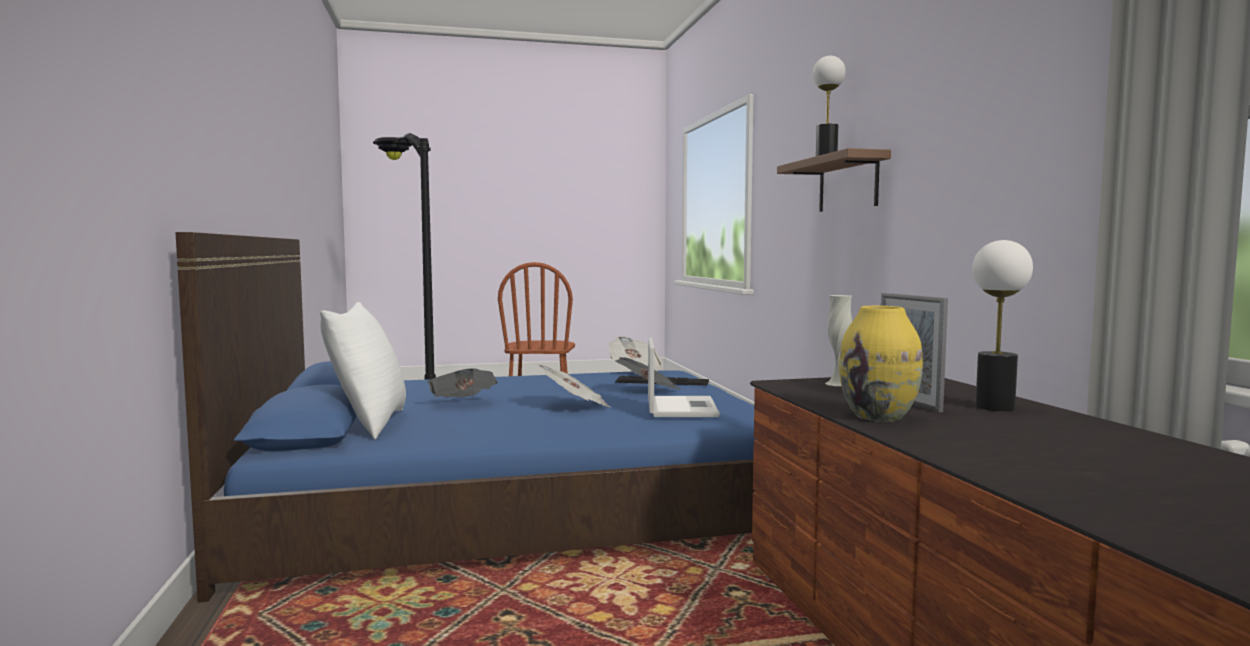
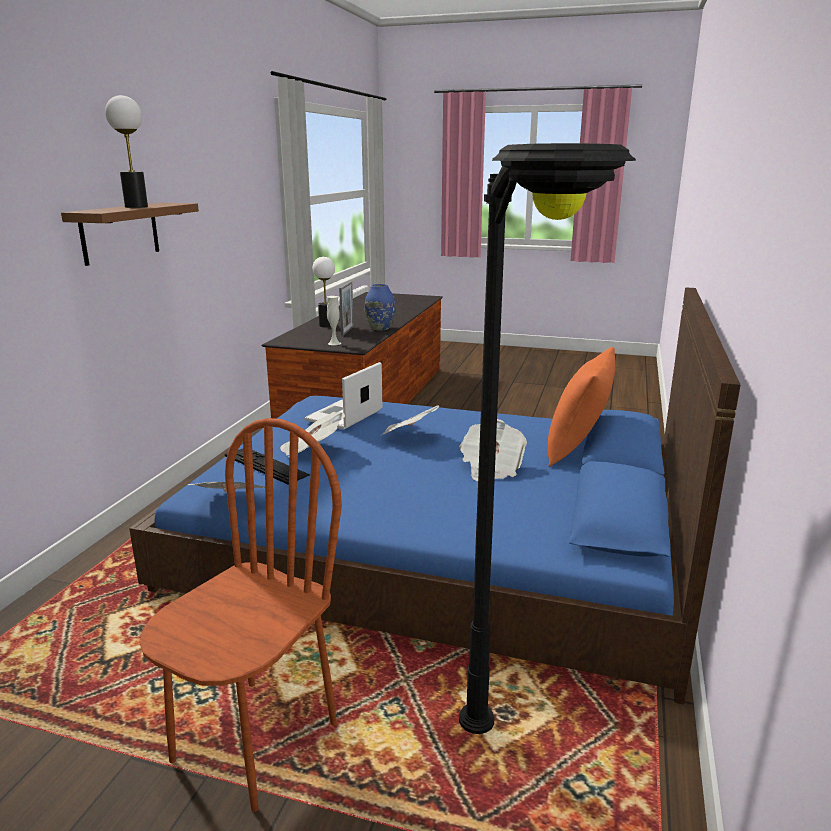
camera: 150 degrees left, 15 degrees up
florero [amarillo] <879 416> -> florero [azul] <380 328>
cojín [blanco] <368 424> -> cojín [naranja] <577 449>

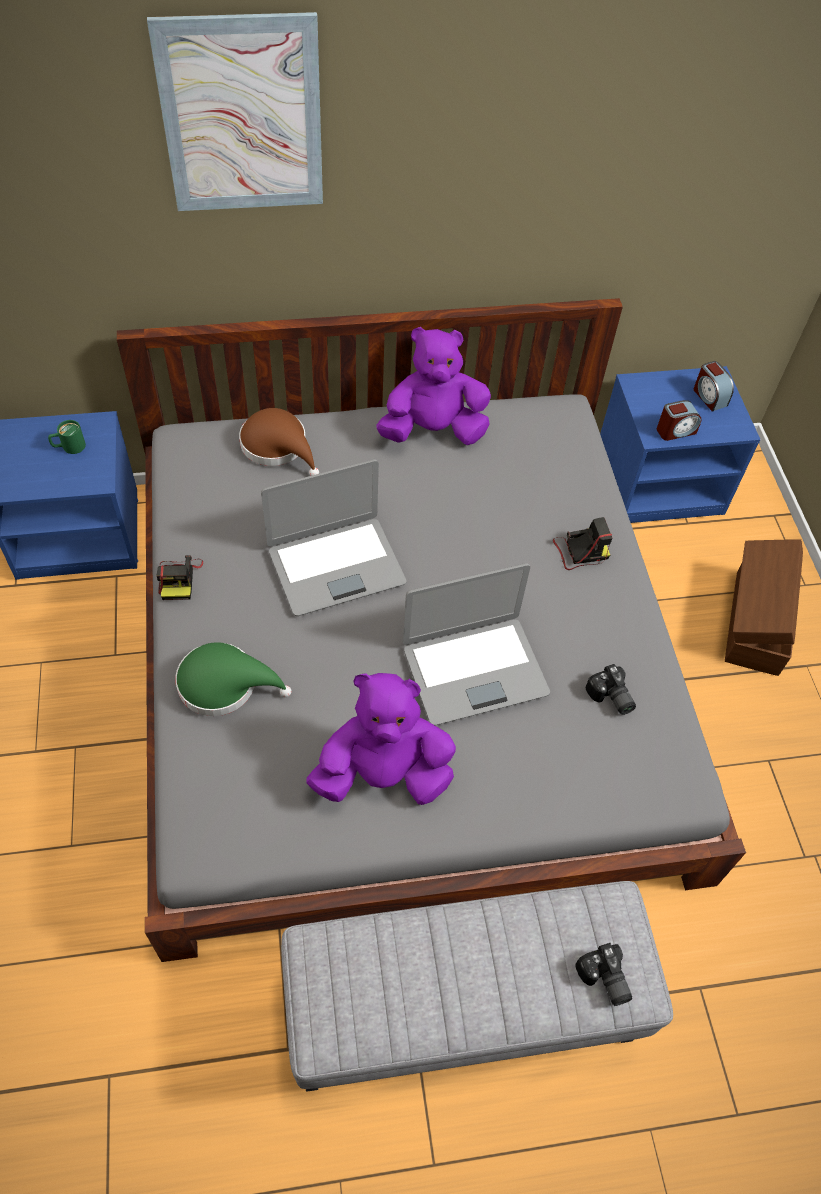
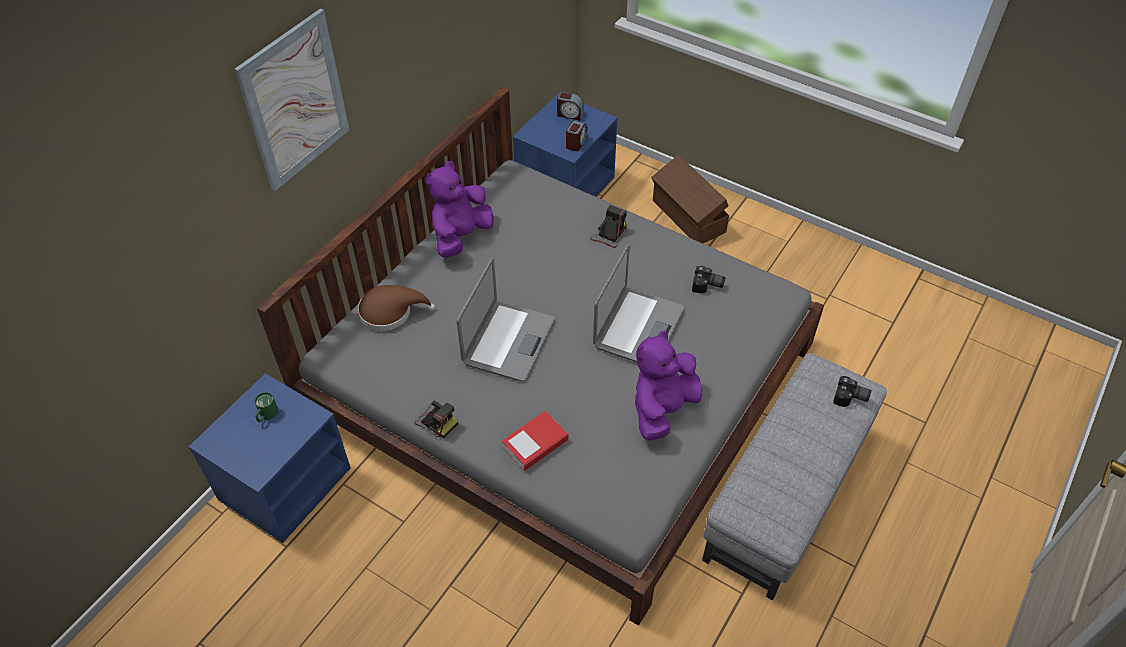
camera: 45 degrees left, 5 degrees down
sombrero [verde] <224 684> -> libro <535 444>

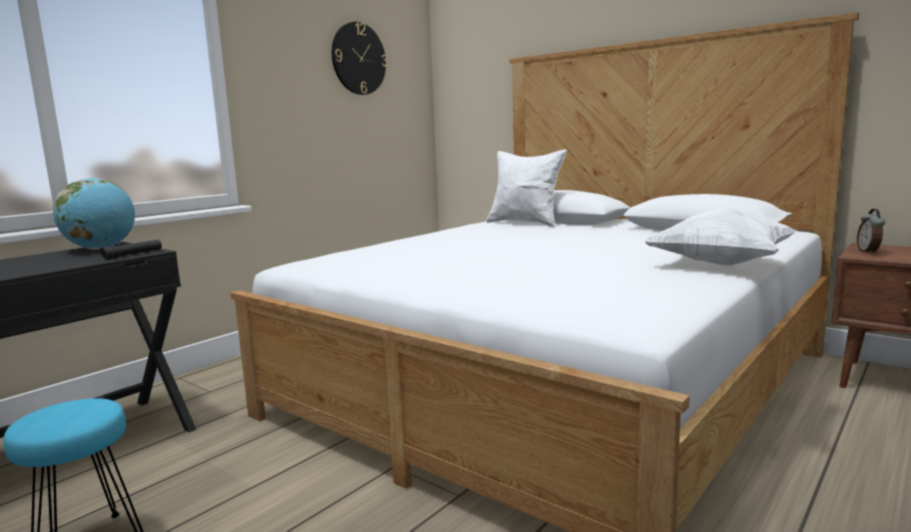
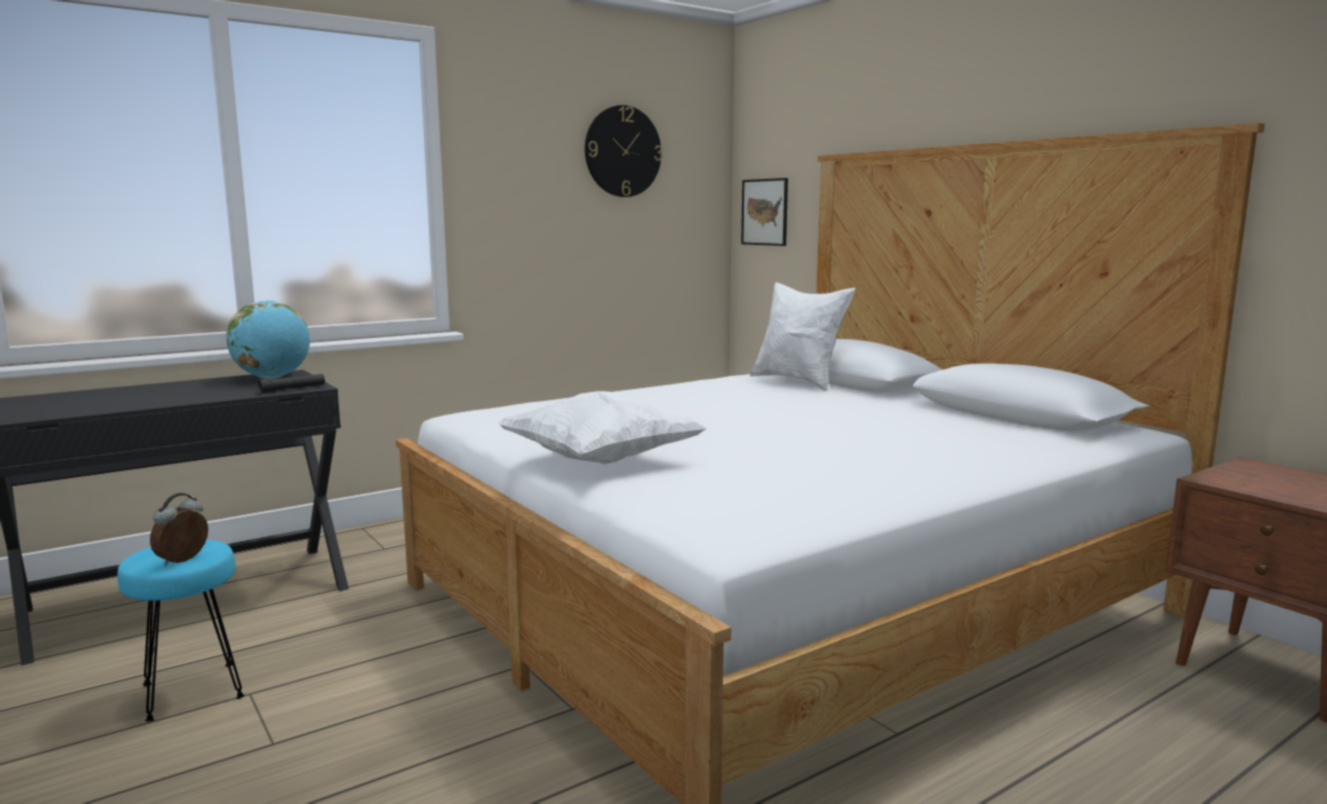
camera: 15 degrees right, 0 degrees up
despertador <869 252> -> despertador <184 560>, moved
cojín [blanco] <719 264> -> cojín [blanco] <601 460>, moved
none -> cuadro <764 212>

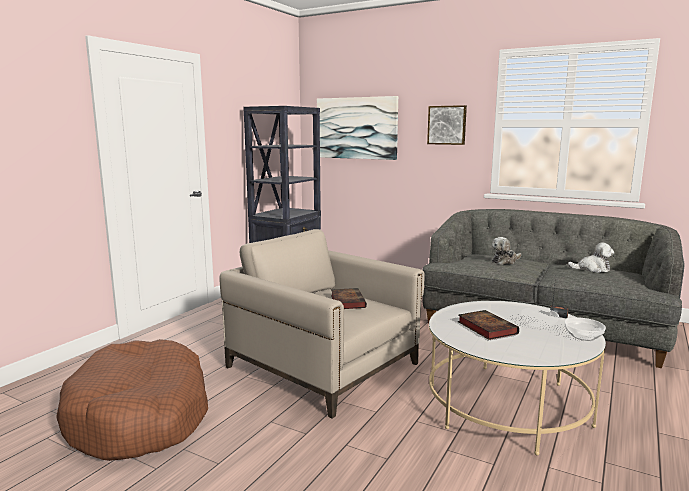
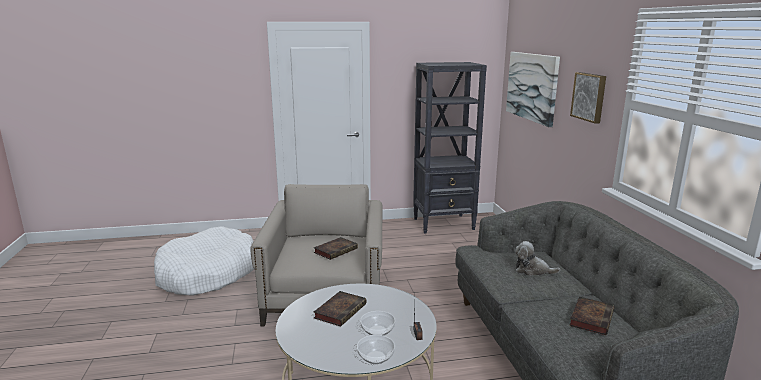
camera: 50 degrees right, 5 degrees up
cama para perro [marrón] <140 416> -> cama para perro [blanco] <207 274>
peluche <592 269> -> libro <591 318>

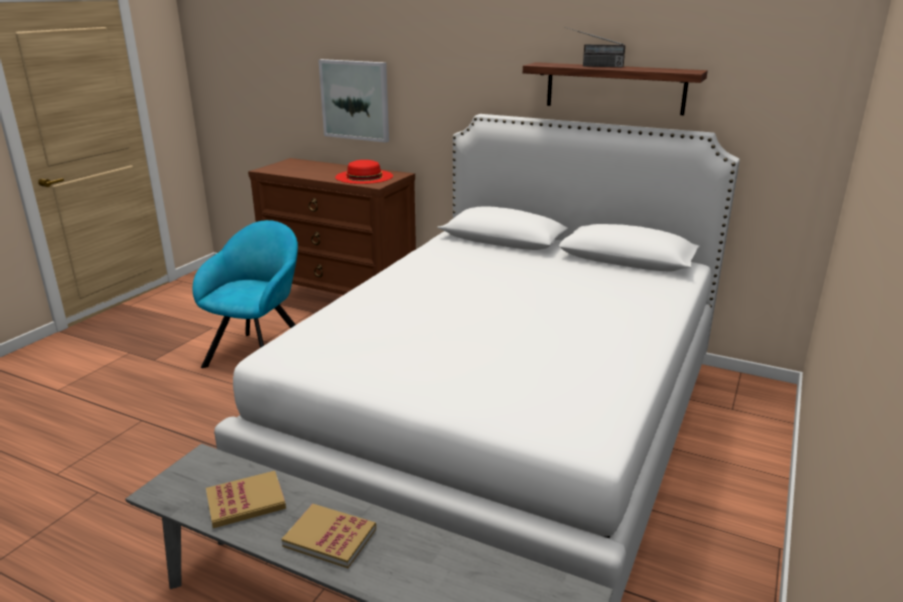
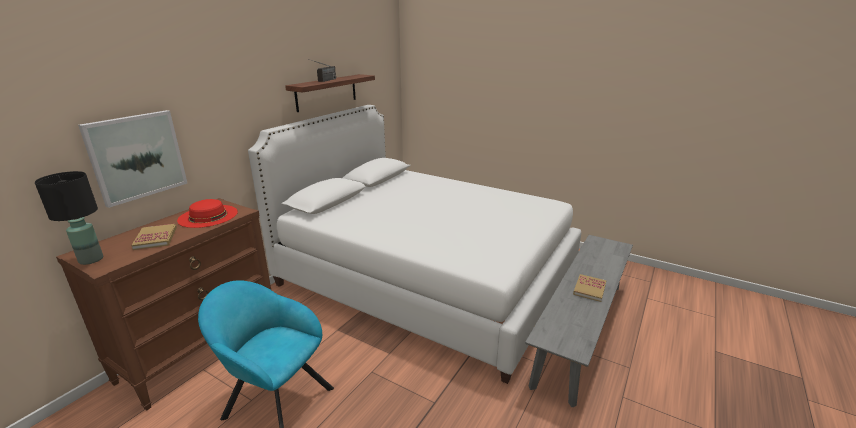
camera: 85 degrees left, 0 degrees up
none -> lámpara de mesa [negro] <91 259>
libro <246 502> -> libro <156 238>, moved

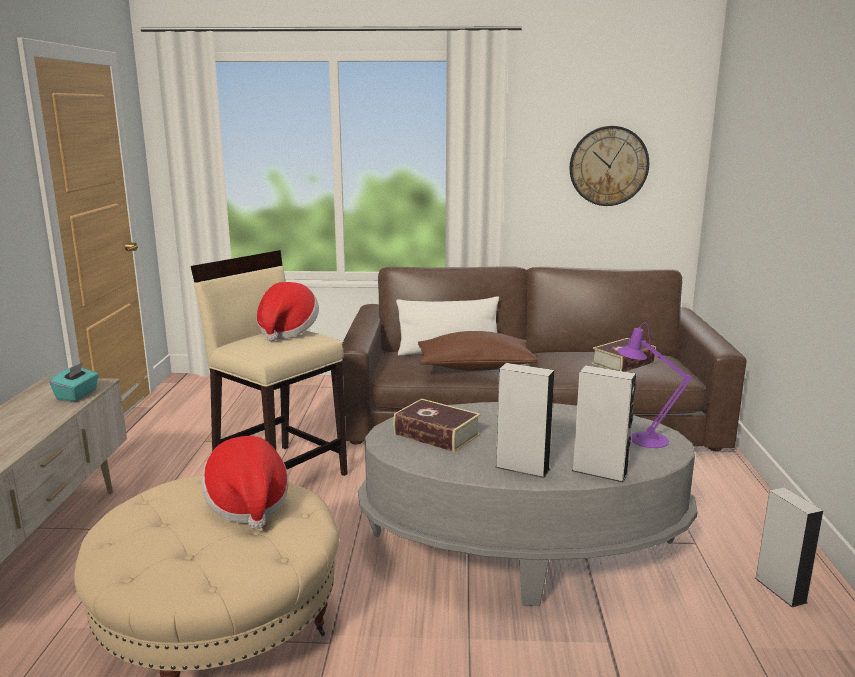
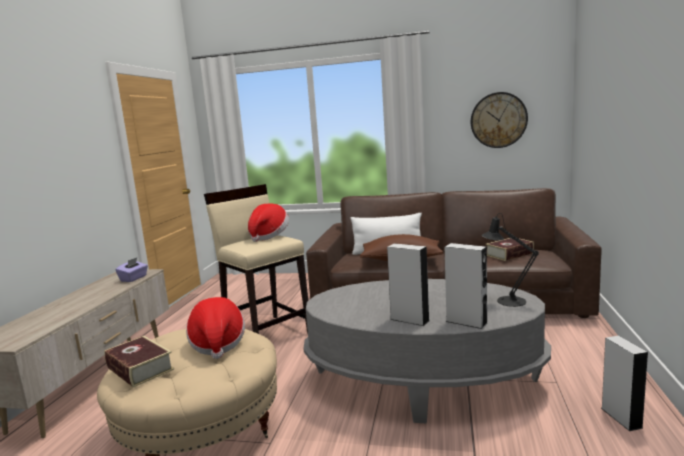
camera: 10 degrees right, 5 degrees down
libro <437 434> -> libro <140 368>, moved
caja de pañuelos [turquesa] <77 395> -> caja de pañuelos [morado] <134 278>
lámpara de mesa [morado] <643 439> -> lámpara de mesa [negro] <506 300>

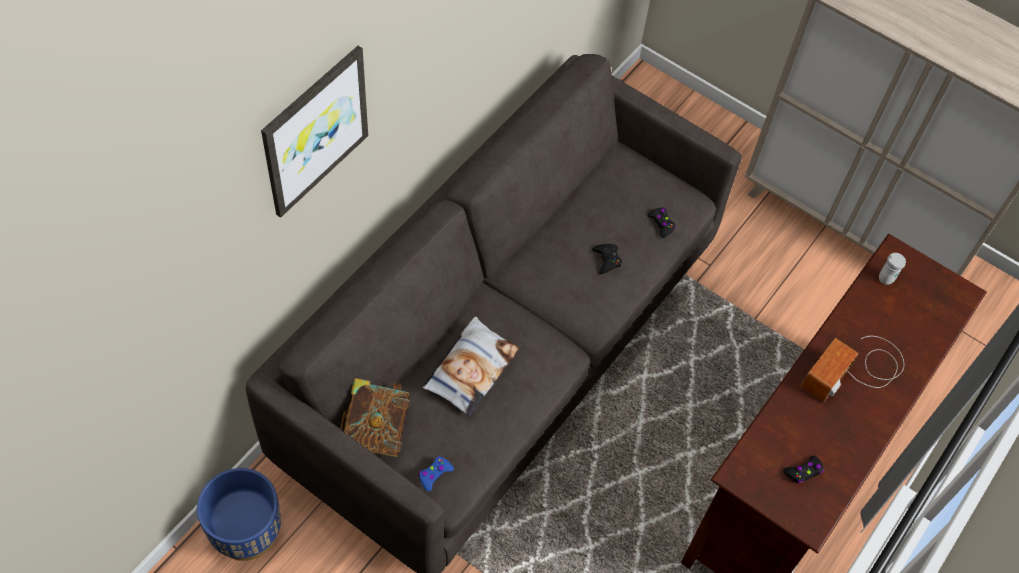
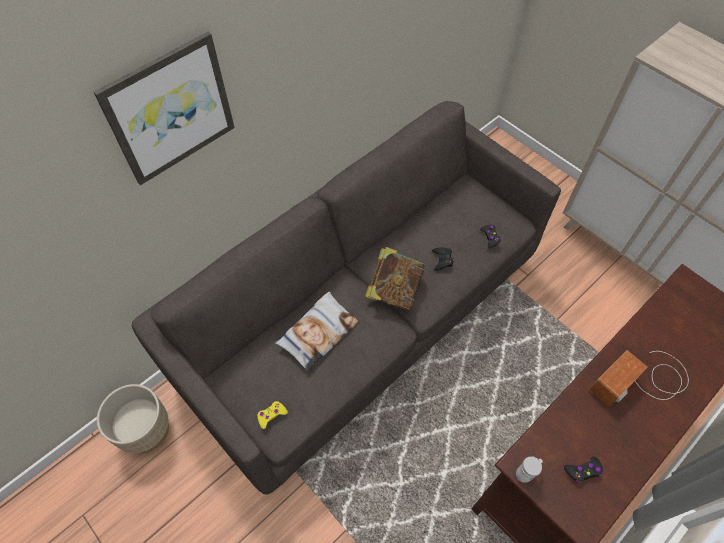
camera: 15 degrees right, 0 degrees up
maceta [azul] <246 531> -> maceta [beis] <146 430>
mando de consola [azul] <434 474> -> mando de consola [amarillo] <271 415>
libro <373 430> -> libro <394 290>, moved
taza grande [blanco] <888 277> -> taza grande [blanco] <526 472>, moved

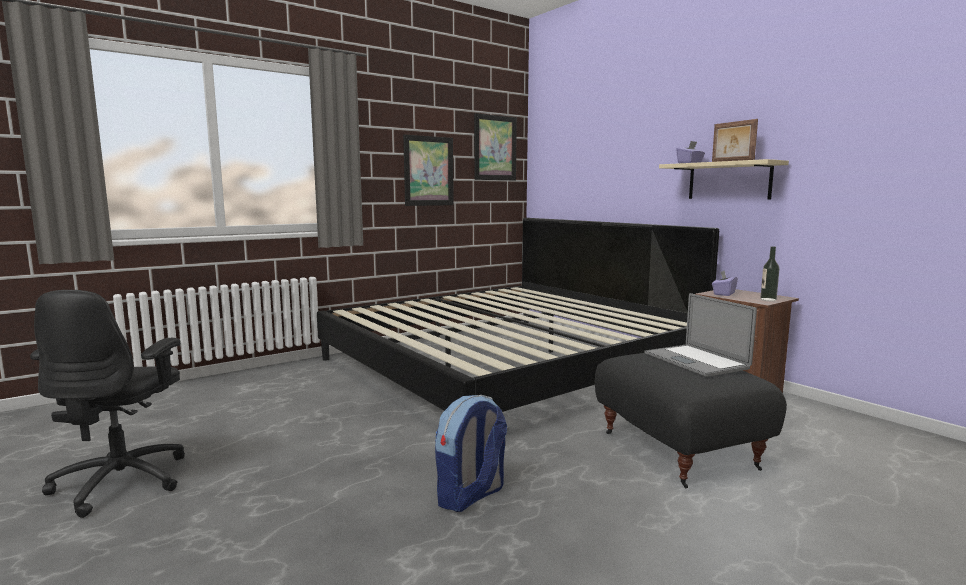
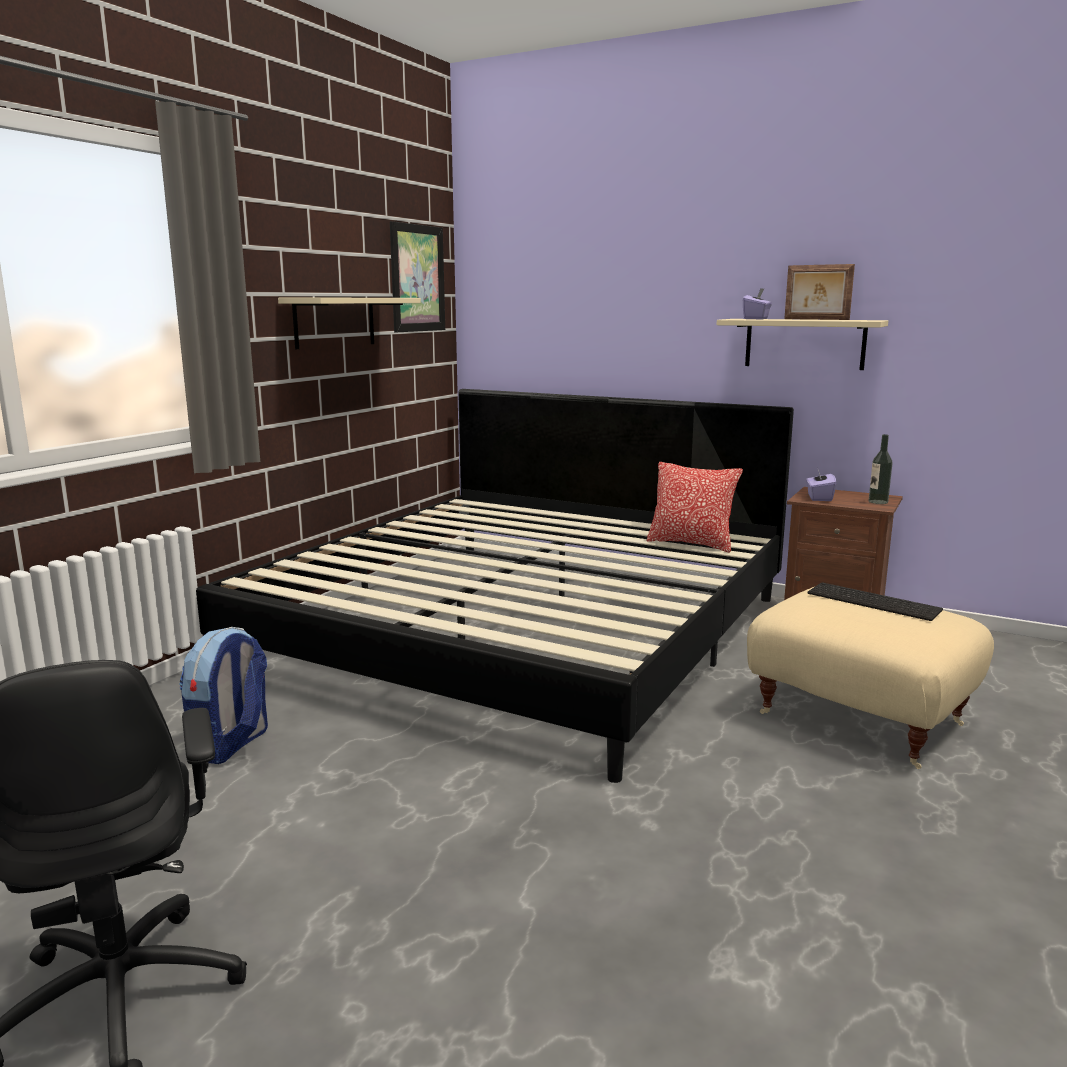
camera: 25 degrees left, 5 degrees up
mochila <471 496> -> mochila <231 745>, moved
cuadro <428 171> -> estante [beis] <334 322>
none -> cojín <691 543>
puf [negro] <680 450> -> puf [beis] <861 718>
portátil <695 360> -> teclado <875 601>

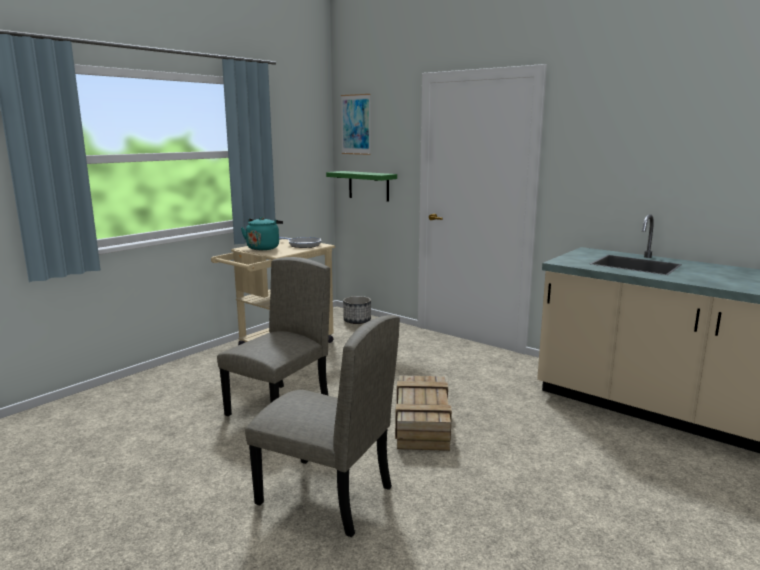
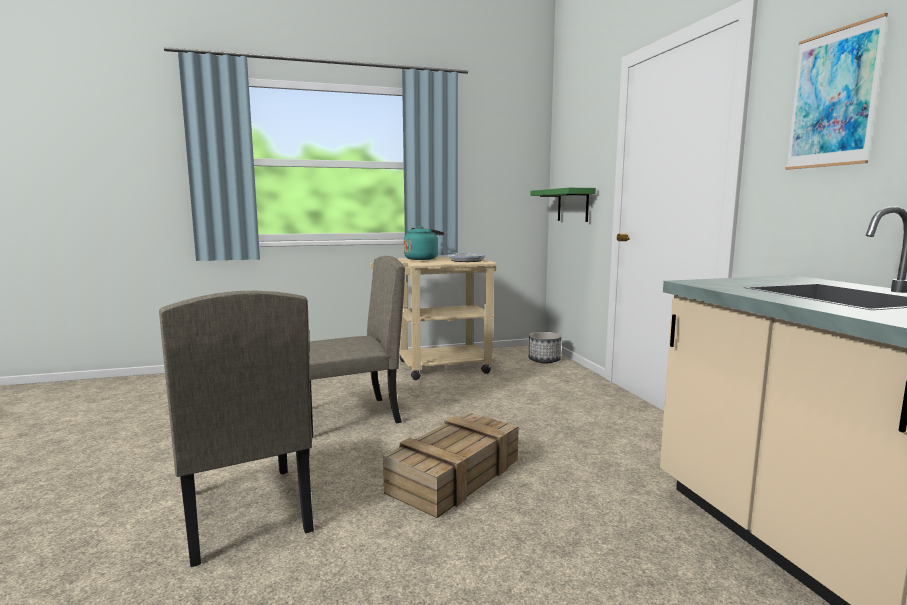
camera: 35 degrees right, 5 degrees down
cuadro <356 124> -> cuadro <832 99>, moved

